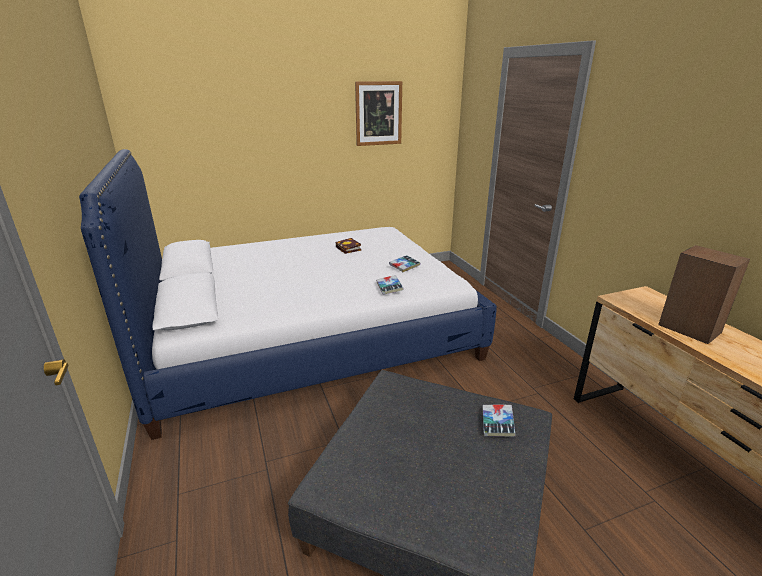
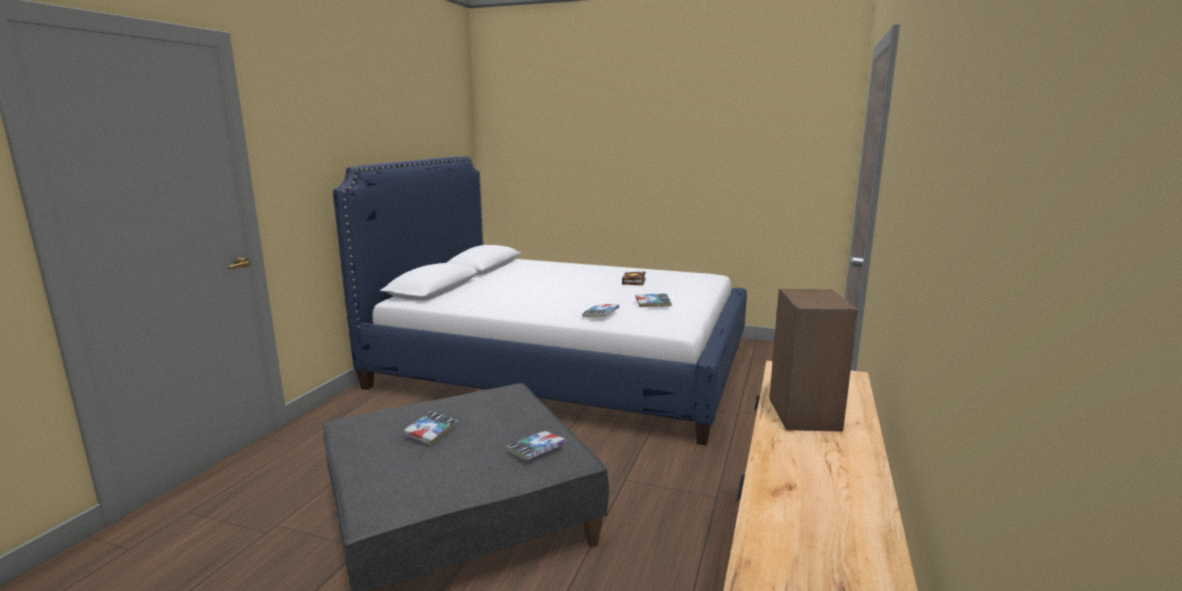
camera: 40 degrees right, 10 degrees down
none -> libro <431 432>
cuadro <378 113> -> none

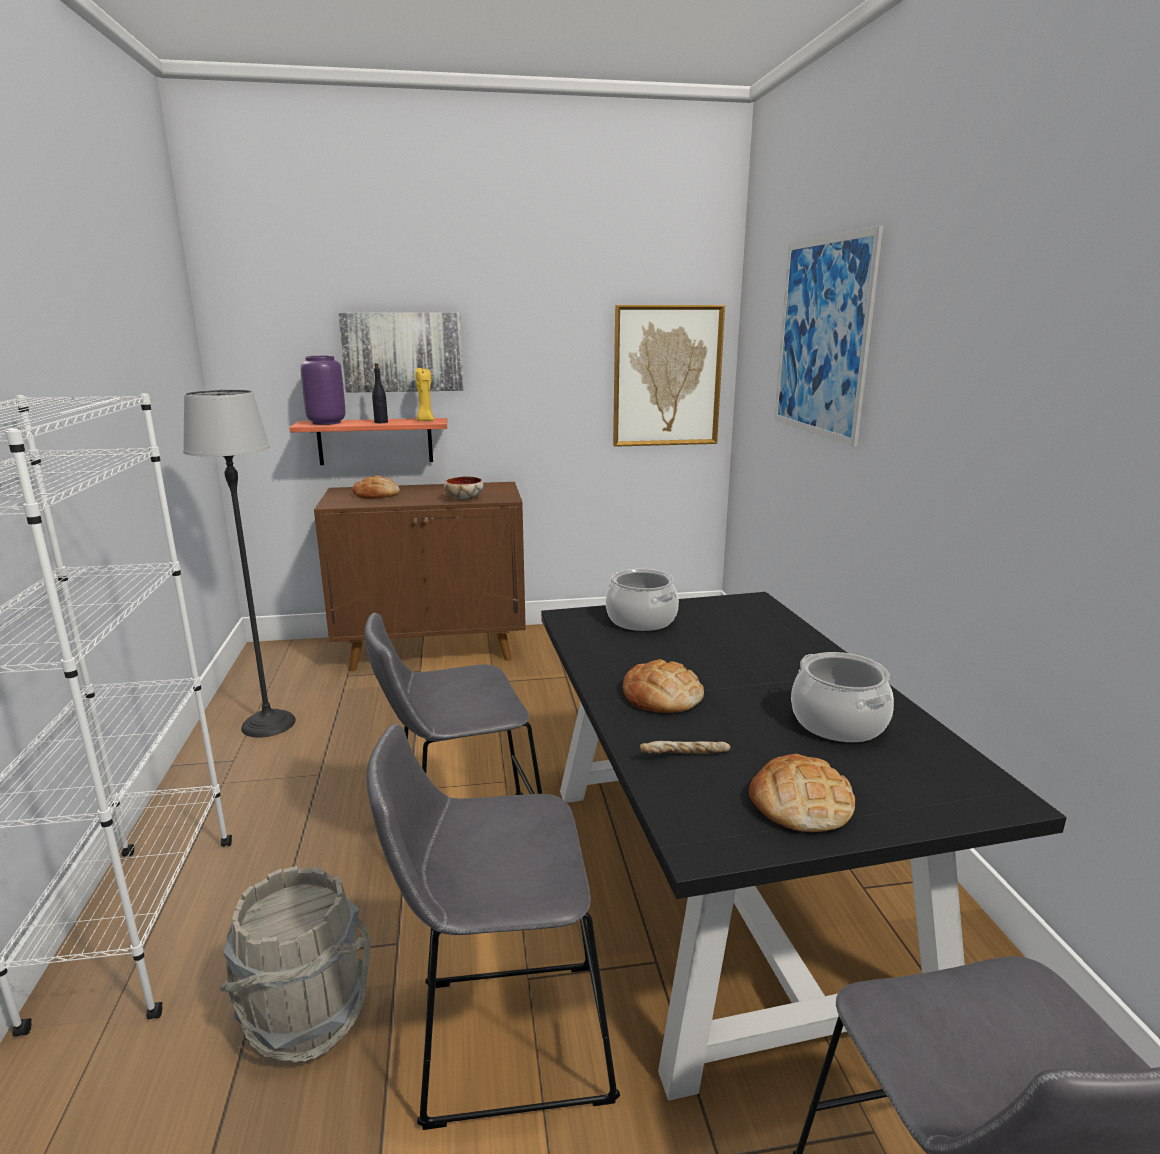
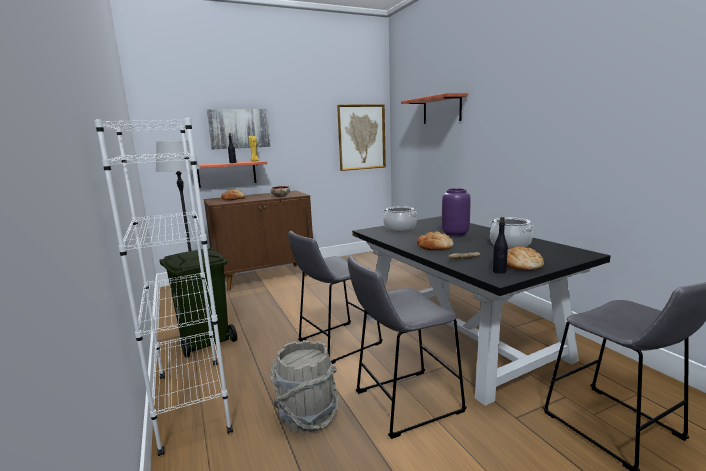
camera: 15 degrees left, 5 degrees down
none -> papelera [verde] <206 341>
cuadro <821 337> -> estante <441 110>
florero [morado] <326 423> -> florero [morado] <455 234>, moved
none -> botella [negro] <499 271>

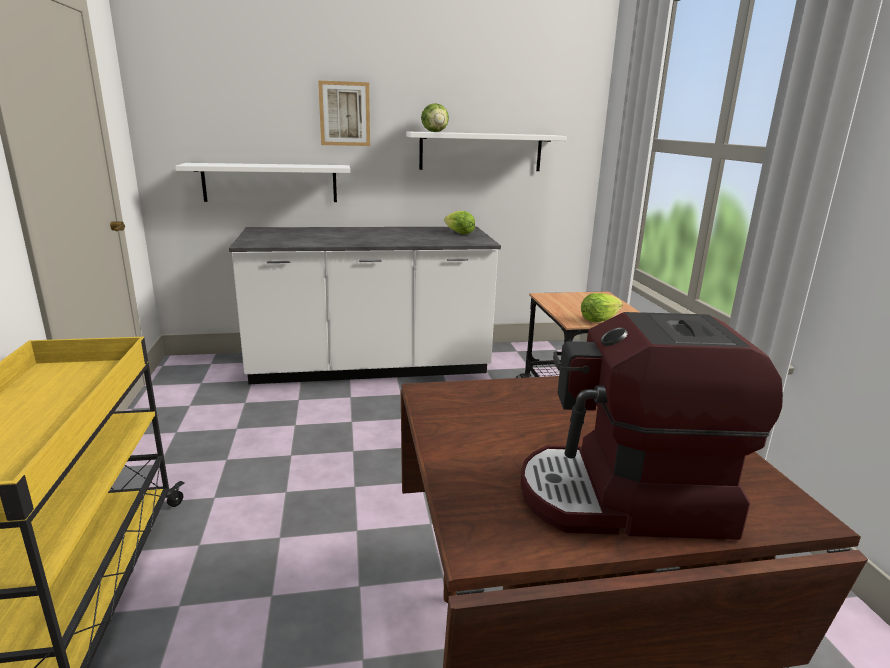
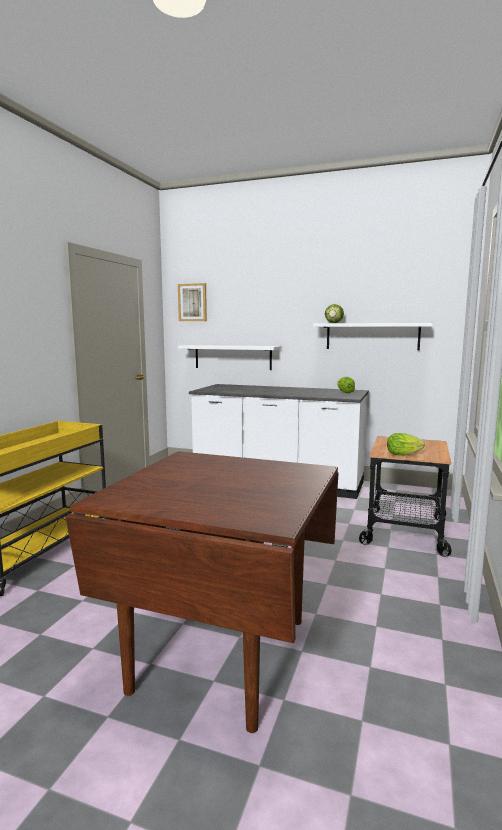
camera: 30 degrees right, 10 degrees down
cuadro <344 114> -> cuadro <192 302>, moved
cafetera <626 500> -> none

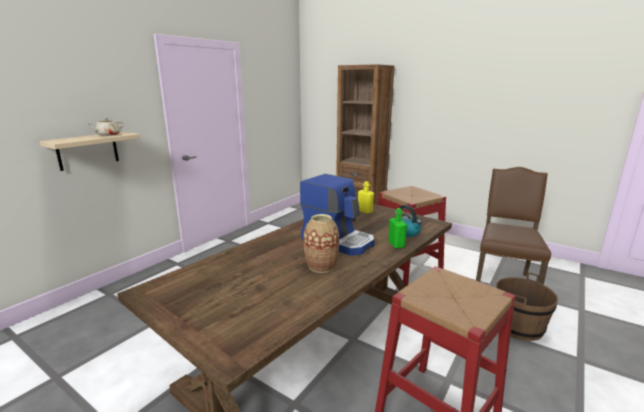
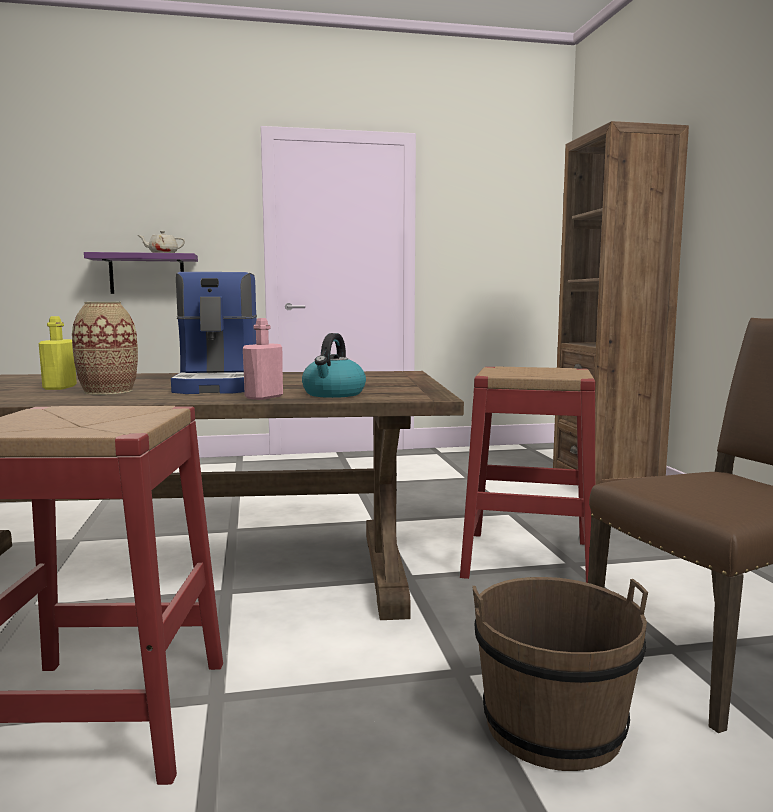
camera: 45 degrees right, 10 degrees down
botella [amarillo] <365 211> -> botella [amarillo] <60 387>, moved
estante [beis] <88 150> -> estante [morado] <147 274>
botella [verde] <396 245> -> botella [rosa] <264 397>

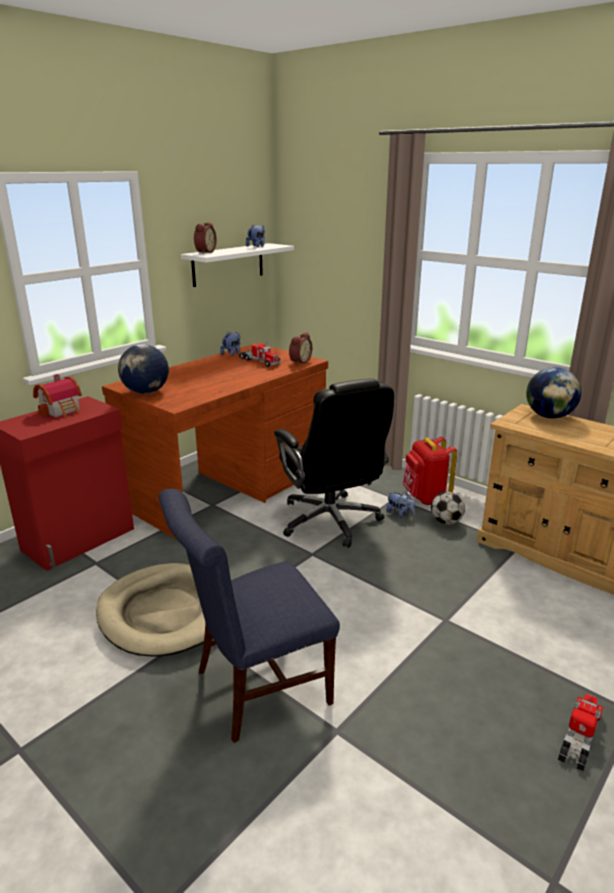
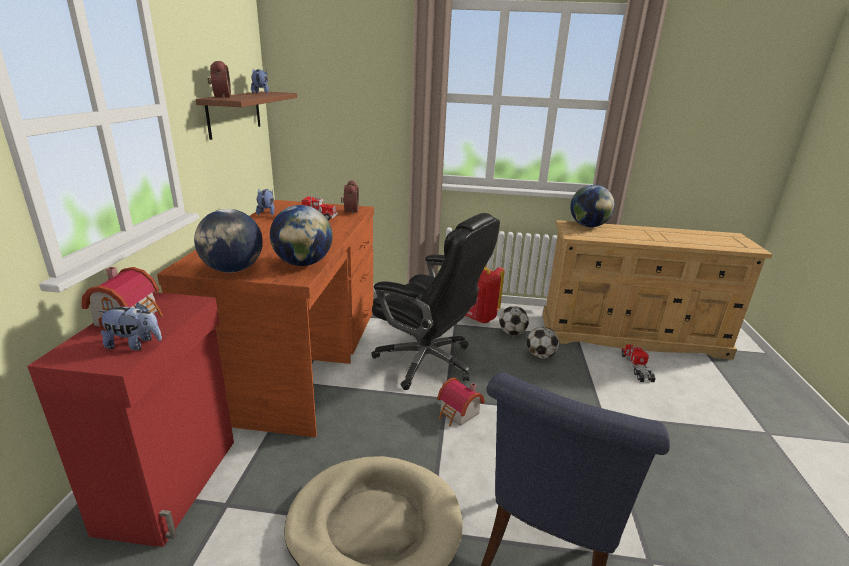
camera: 35 degrees left, 0 degrees up
peluche <400 514> -> peluche <135 344>, moved
estante [blanco] <228 264> -> estante [marrón] <234 113>
none -> globo terráqueo <303 263>
none -> casita <458 414>
none -> balón de fútbol <540 355>
camión de juguete <580 736> -> camión de juguete <636 367>, moved

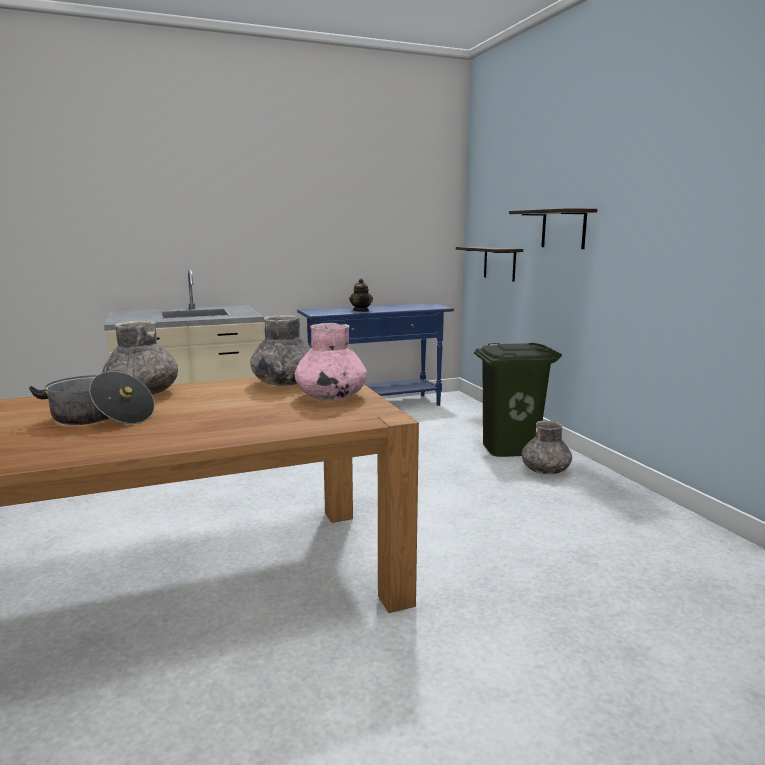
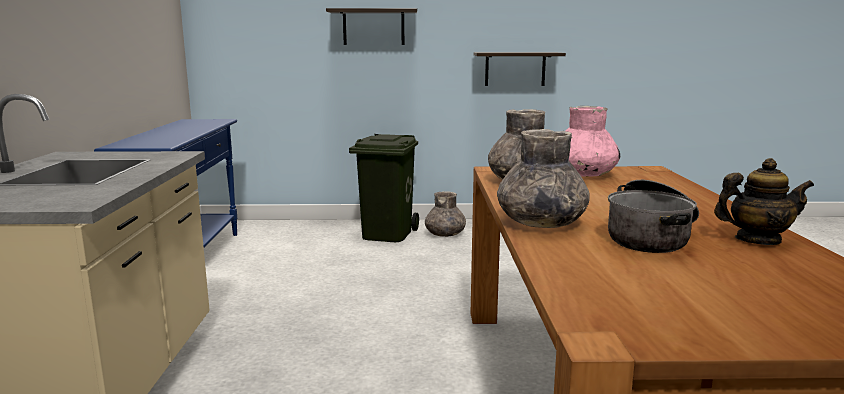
camera: 70 degrees left, 0 degrees up
estante <499 263> -> estante <515 69>, moved
tetera <361 311> -> tetera <757 240>, moved

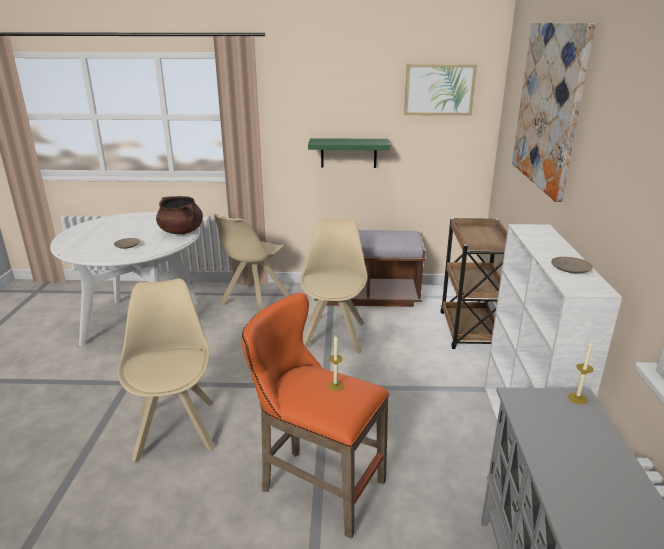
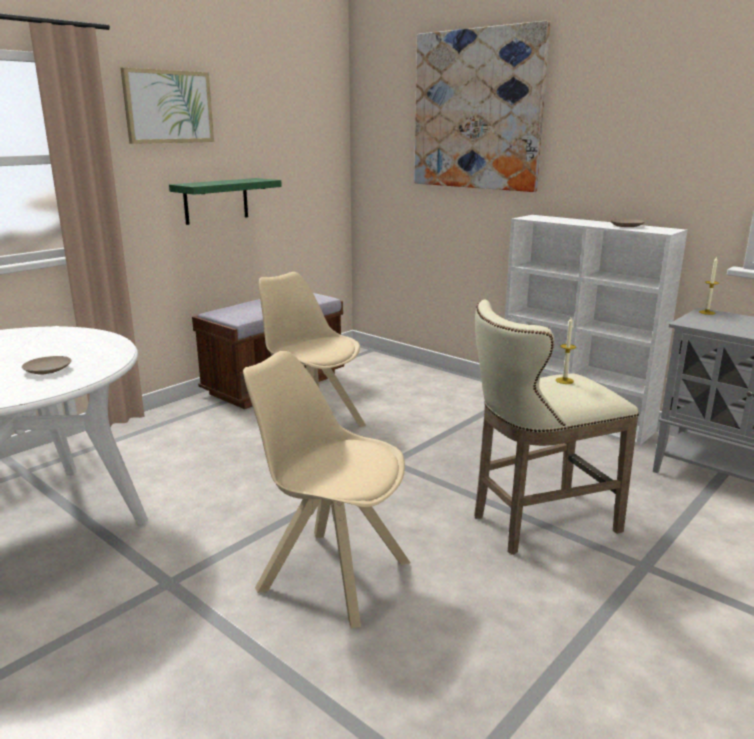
camera: 50 degrees left, 5 degrees down
cuadro <439 89> -> cuadro <168 107>, moved
taburete [naranja] <316 485> -> taburete [beis] <536 523>
olla [marrón] <181 232> -> none
silla [beis] <253 300> -> none
carrito [marrón] <470 331> -> none

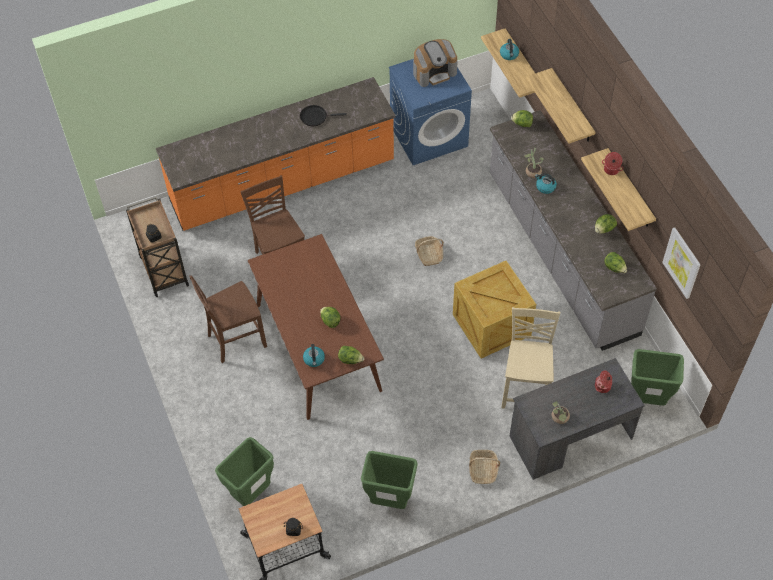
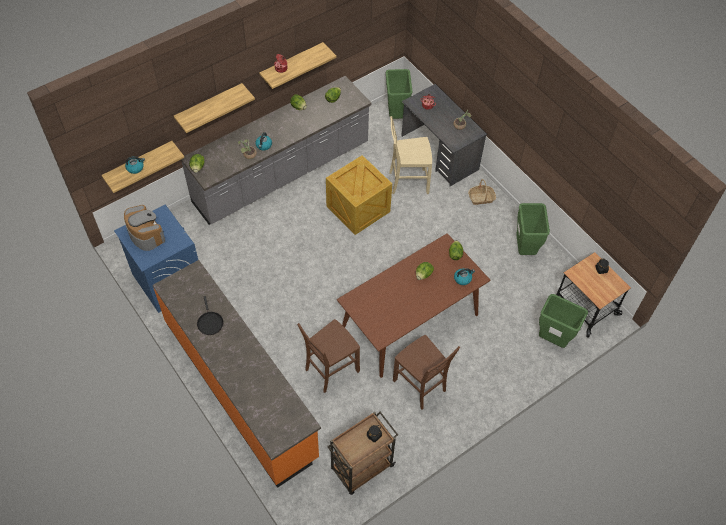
camera: 105 degrees left, 0 degrees up
cesta <429 254> -> none
cuadro <682 263> -> none

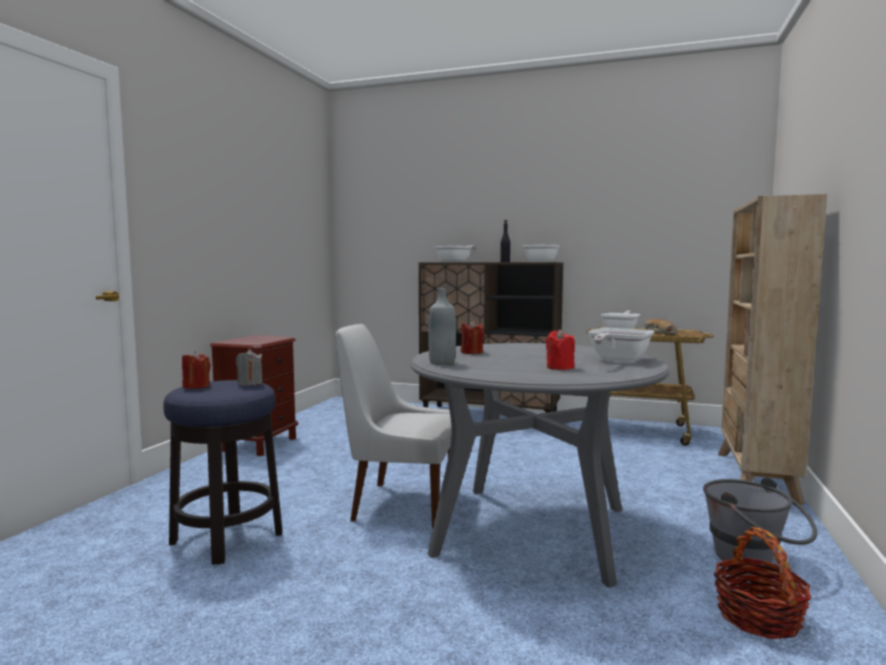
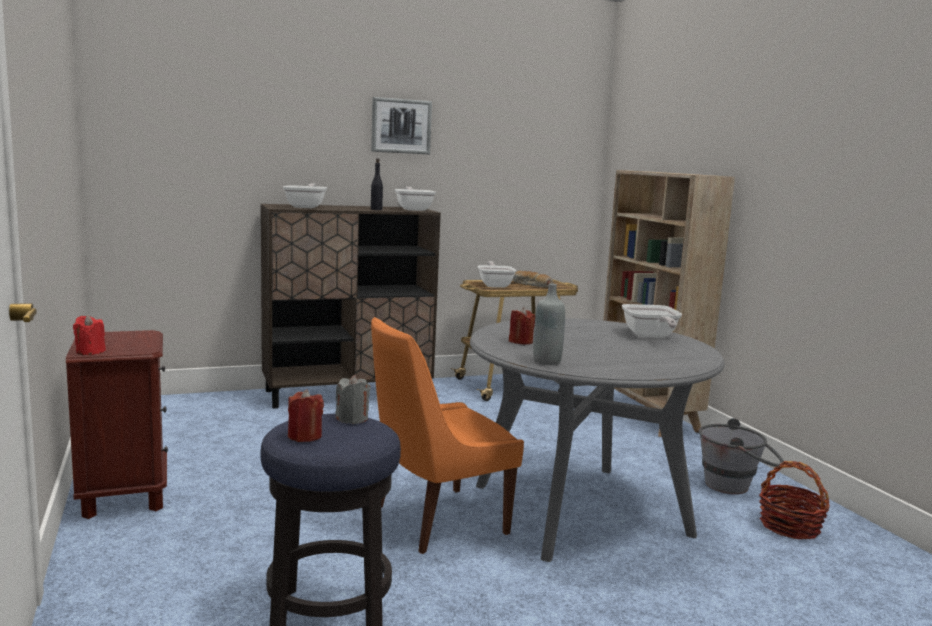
camera: 40 degrees left, 5 degrees up
vela [rojo] <559 367> -> vela [rojo] <90 351>, moved
none -> cuadro <401 126>
silla [blanco] <400 504> -> silla [naranja] <435 520>

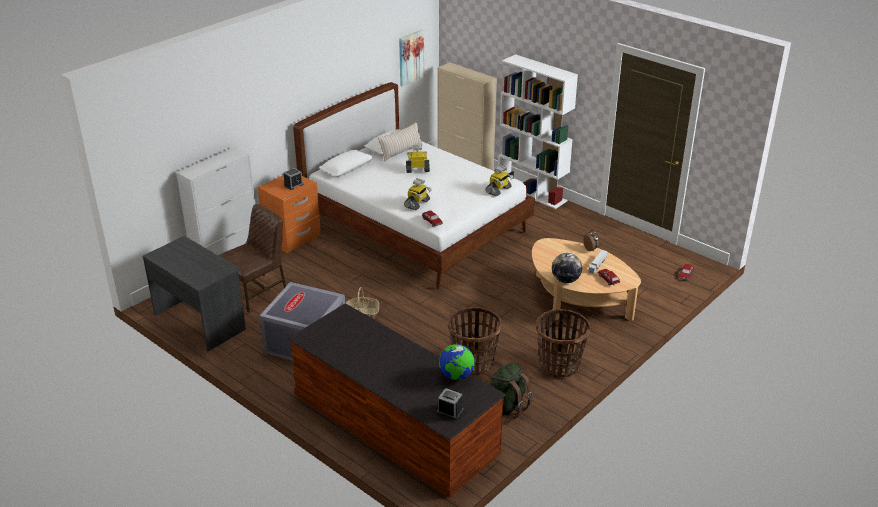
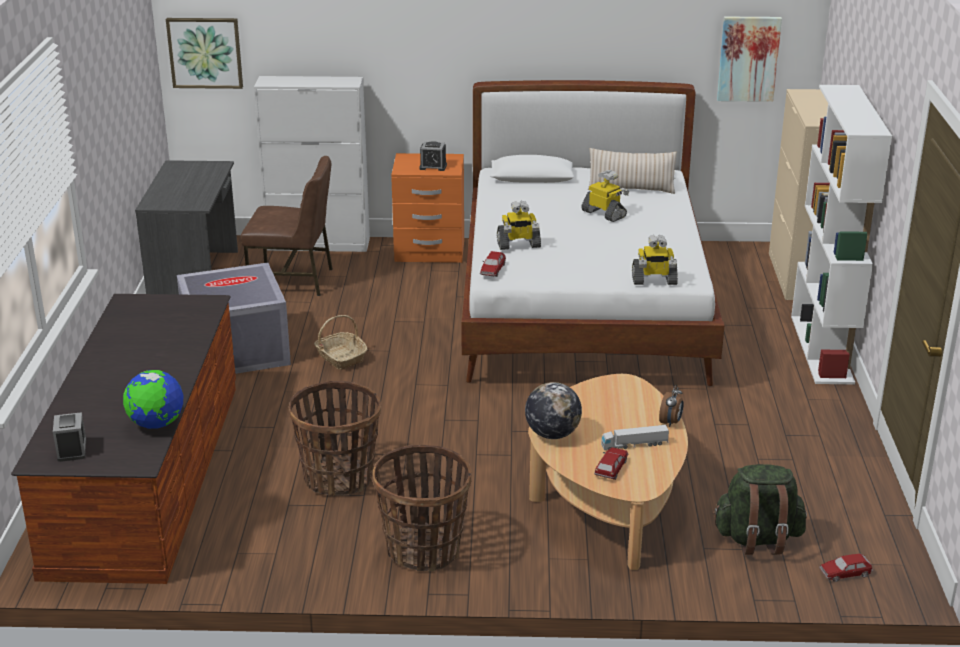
camera: 50 degrees right, 5 degrees down
none -> cuadro <205 52>
mochila [verde] <506 407> -> mochila [verde] <757 539>, moved

